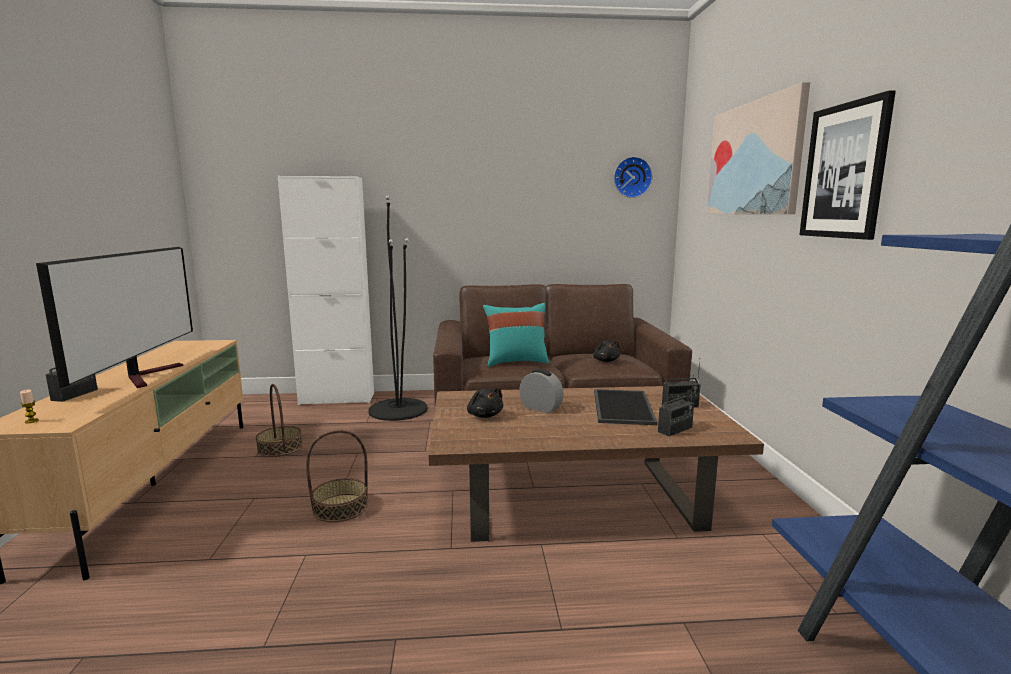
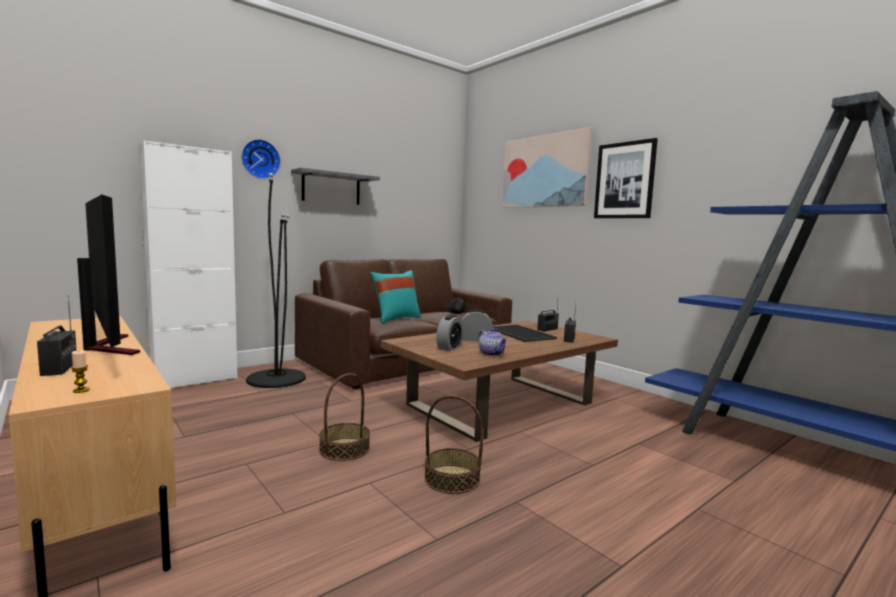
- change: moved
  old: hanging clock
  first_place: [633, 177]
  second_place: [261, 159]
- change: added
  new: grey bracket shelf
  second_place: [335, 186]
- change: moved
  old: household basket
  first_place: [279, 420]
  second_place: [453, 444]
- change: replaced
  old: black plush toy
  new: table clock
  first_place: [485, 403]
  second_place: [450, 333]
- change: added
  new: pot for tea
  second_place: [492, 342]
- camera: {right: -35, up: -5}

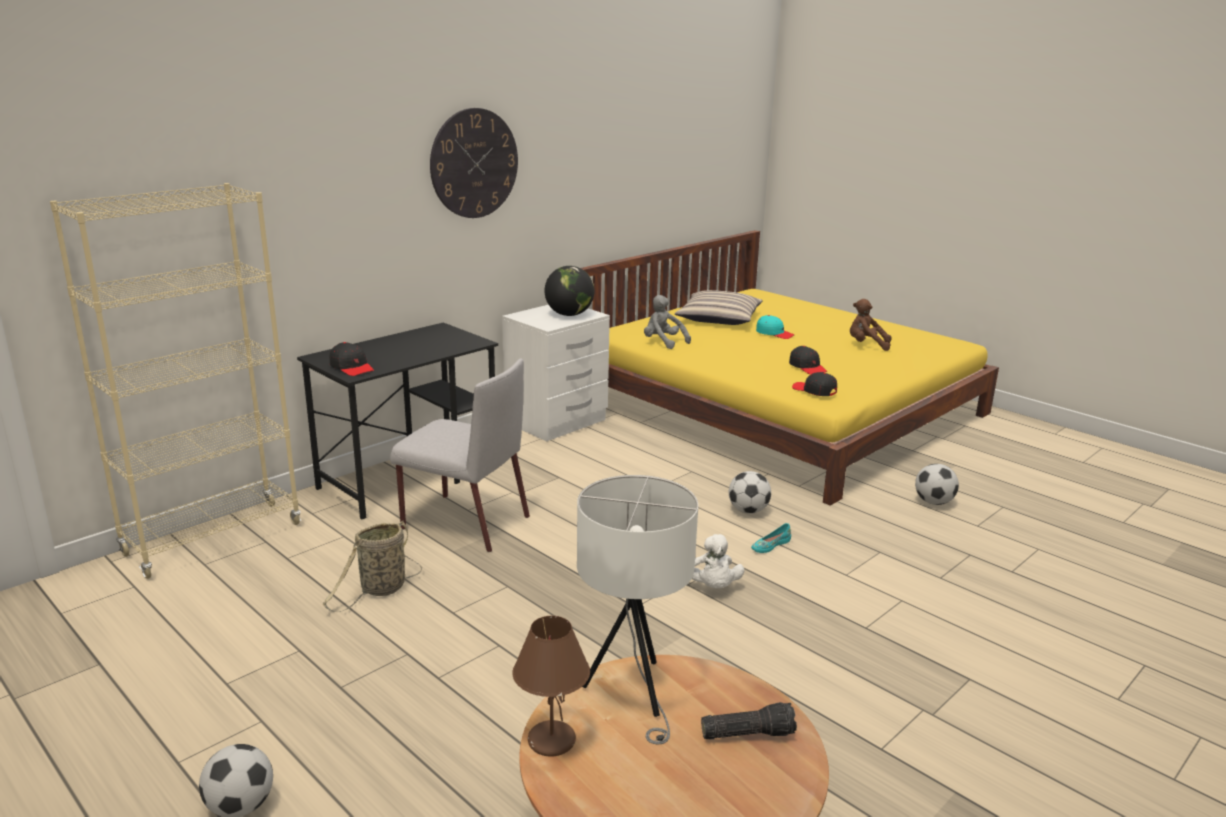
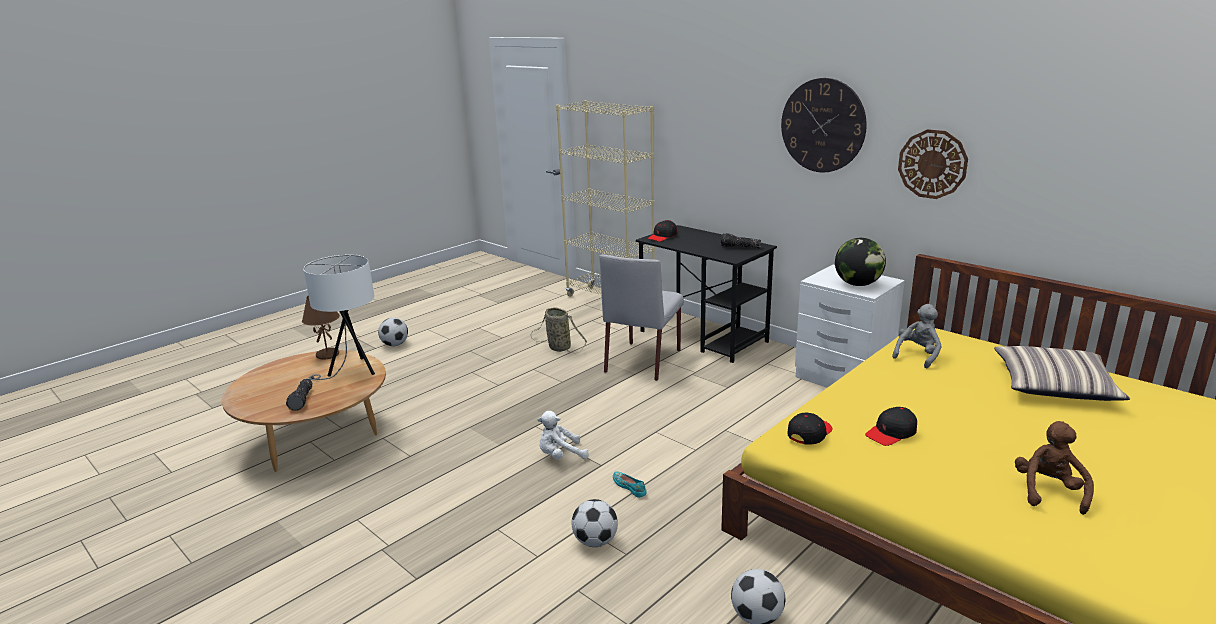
- change: moved
  old: football
  first_place: [750, 492]
  second_place: [595, 523]
- change: added
  new: torch
  second_place: [741, 241]
- change: added
  new: hanging clock
  second_place: [933, 164]
- change: removed
  old: turquoise-coloured baseball cap
  first_place: [775, 327]
- camera: {right: 90, up: 0}

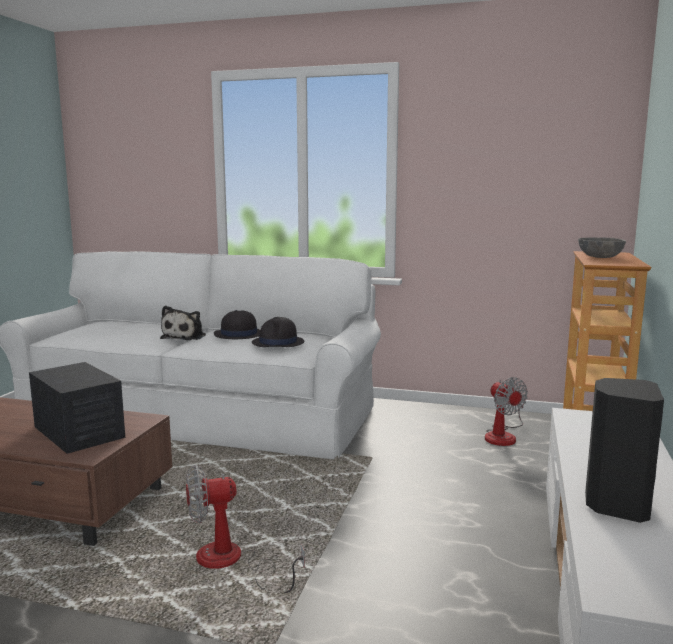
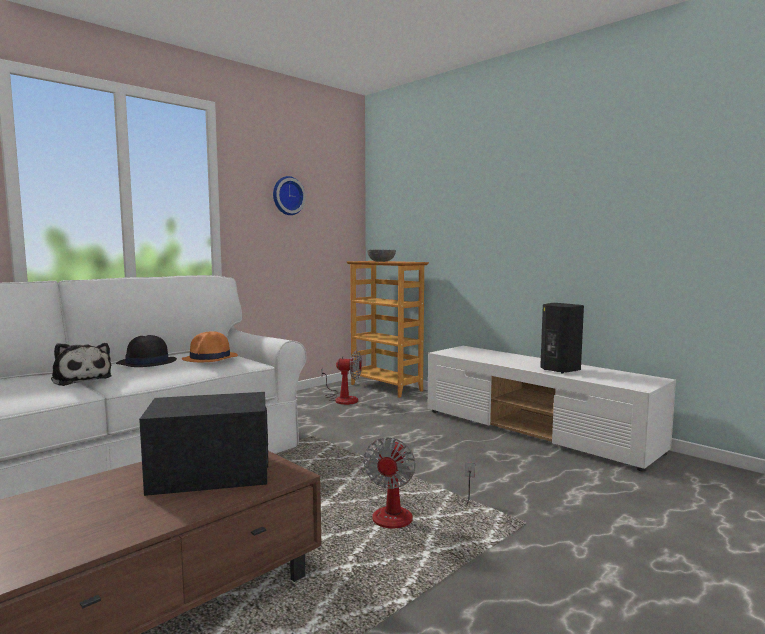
- change: recoloured
  old: black clothing hat
  new: orange clothing hat
  first_place: [278, 332]
  second_place: [210, 346]
- change: added
  new: hanging clock
  second_place: [289, 195]
- camera: {right: -60, up: -5}

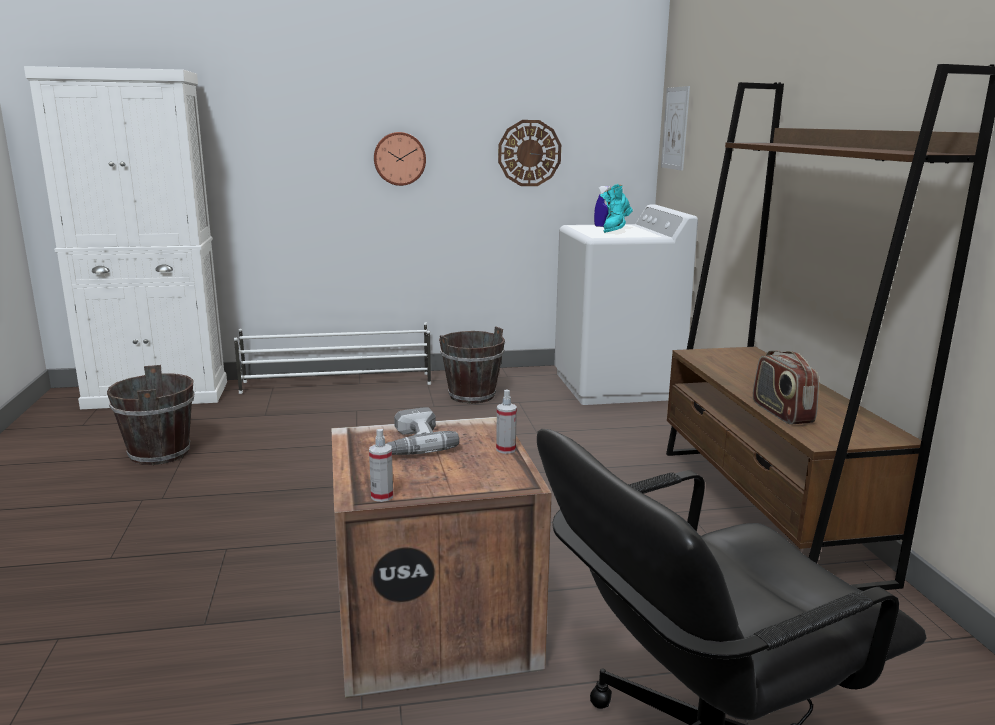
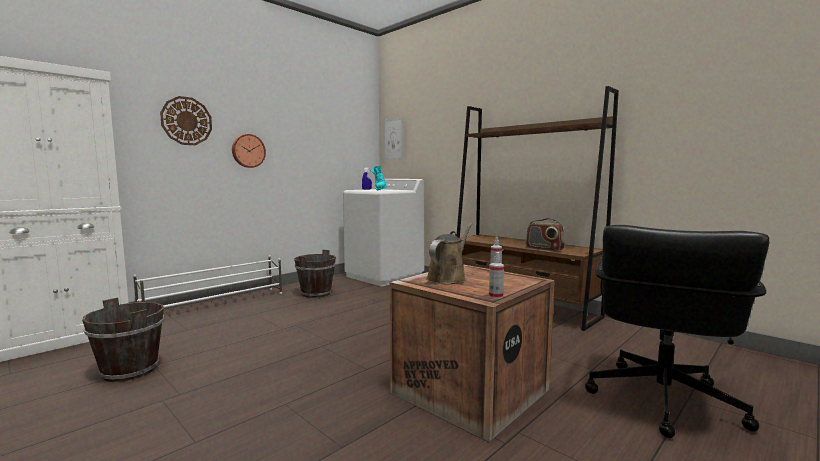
- change: moved
  old: hanging clock
  first_place: [529, 153]
  second_place: [186, 120]
- change: replaced
  old: power drill
  new: brownish watering can
  first_place: [422, 431]
  second_place: [449, 254]
- camera: {right: -35, up: -10}

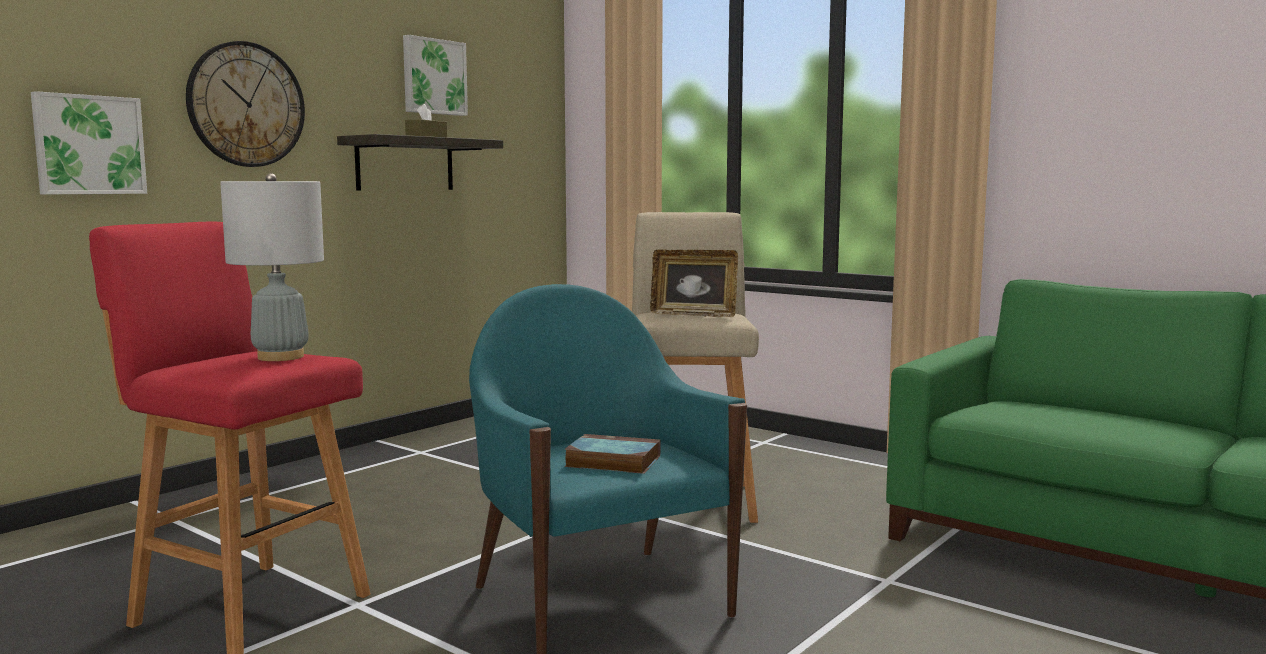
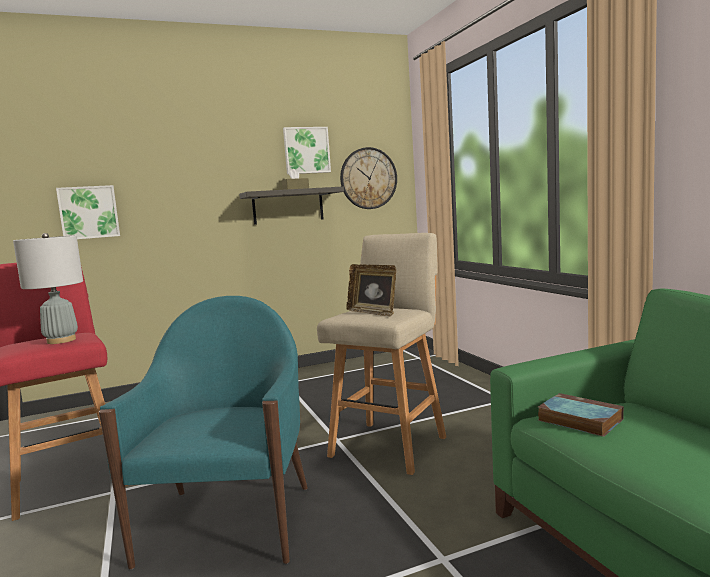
- change: moved
  old: hanging clock
  first_place: [245, 104]
  second_place: [368, 178]
- change: moved
  old: volume
  first_place: [612, 454]
  second_place: [581, 415]
- camera: {right: 30, up: 0}

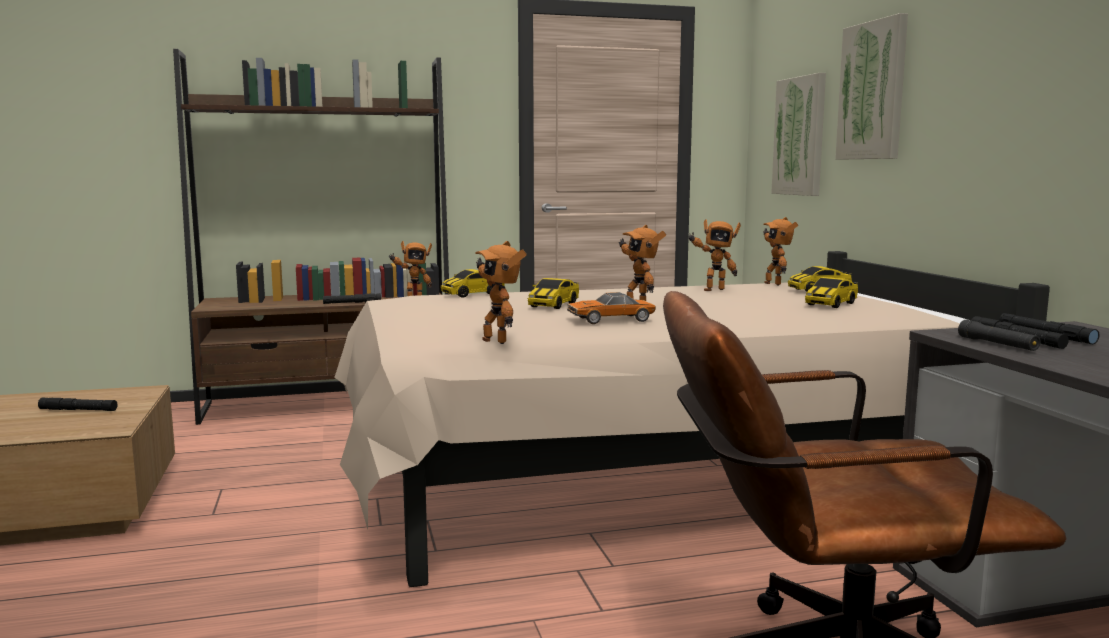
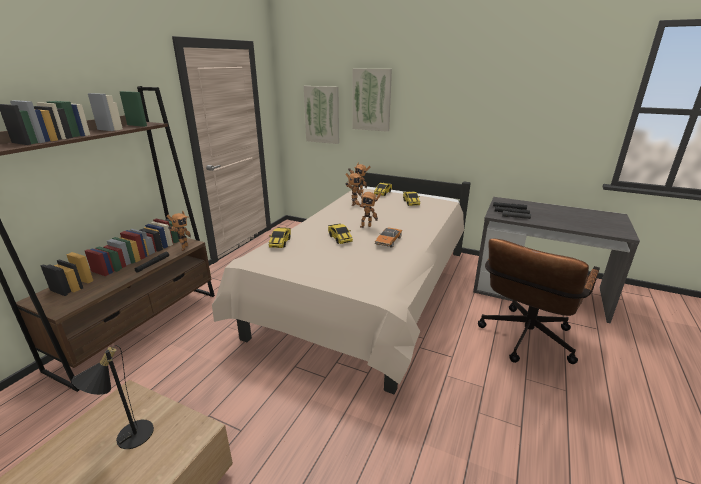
- change: replaced
  old: black torch
  new: black tabletop lamp
  first_place: [77, 404]
  second_place: [113, 397]
- change: removed
  old: robot figure
  first_place: [500, 292]
- camera: {right: -50, up: 15}

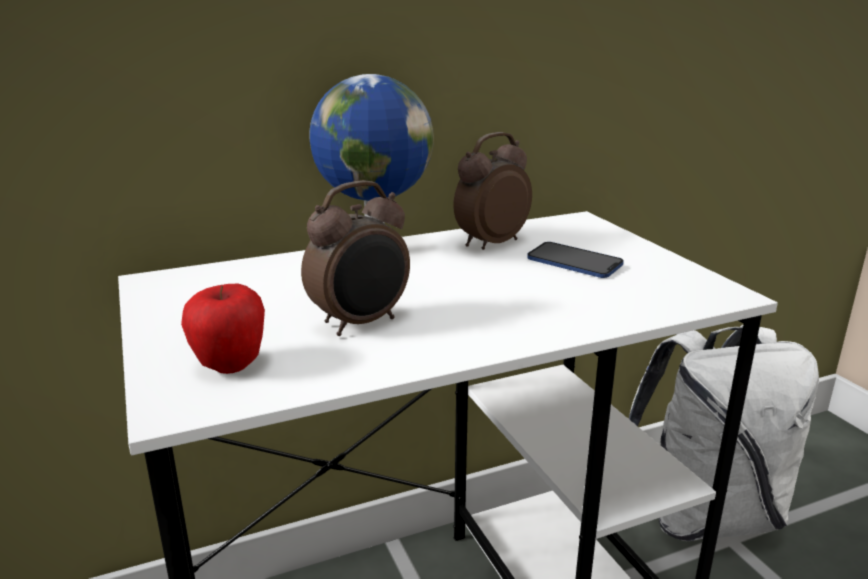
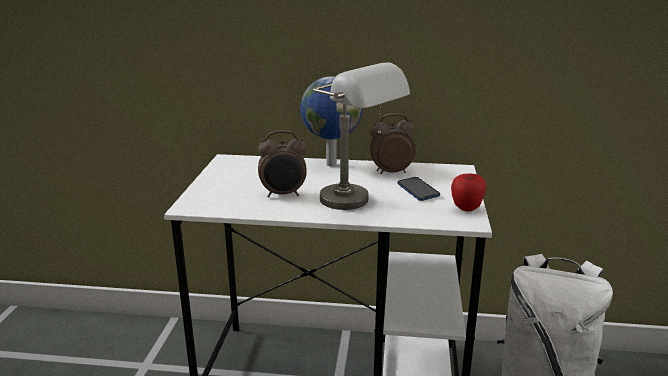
- change: added
  new: grey tabletop lamp
  second_place: [361, 136]
- change: moved
  old: whole apple
  first_place: [223, 329]
  second_place: [468, 193]
- camera: {right: 30, up: 0}

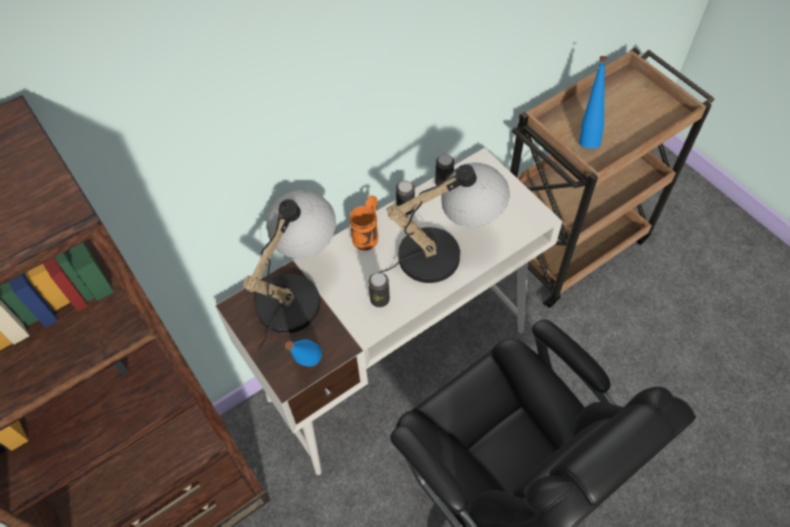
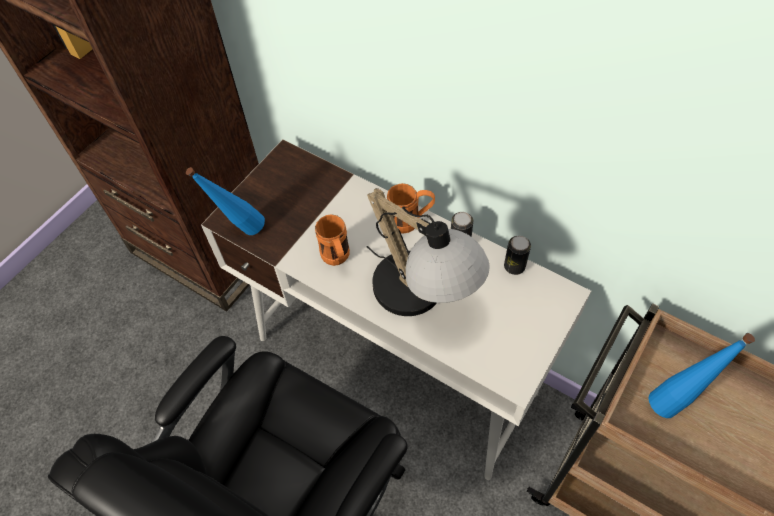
- change: replaced
  old: metal can
  new: orange tea mug
  first_place: [379, 289]
  second_place: [332, 240]
- change: removed
  old: tabletop lamp
  first_place: [289, 270]
- camera: {right: 70, up: 0}

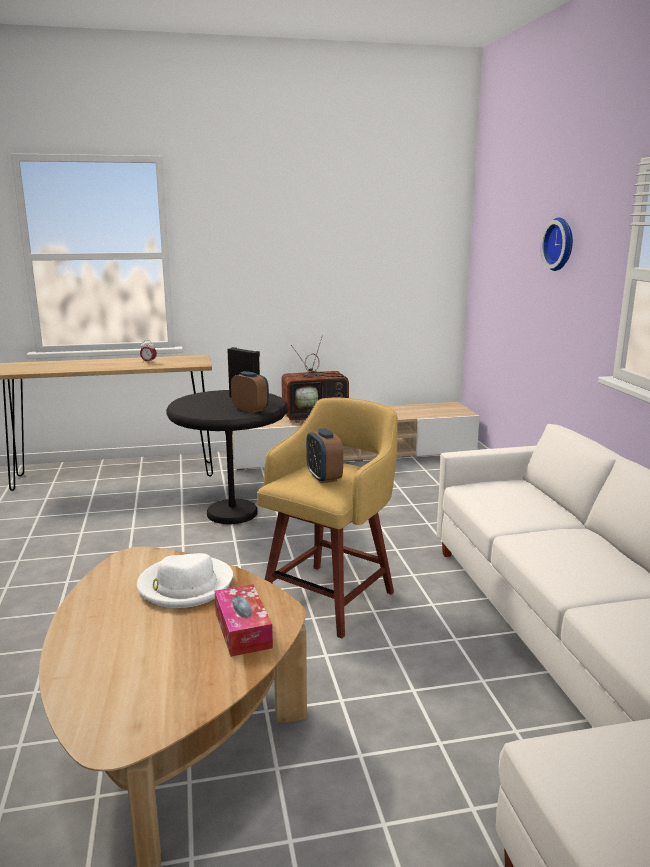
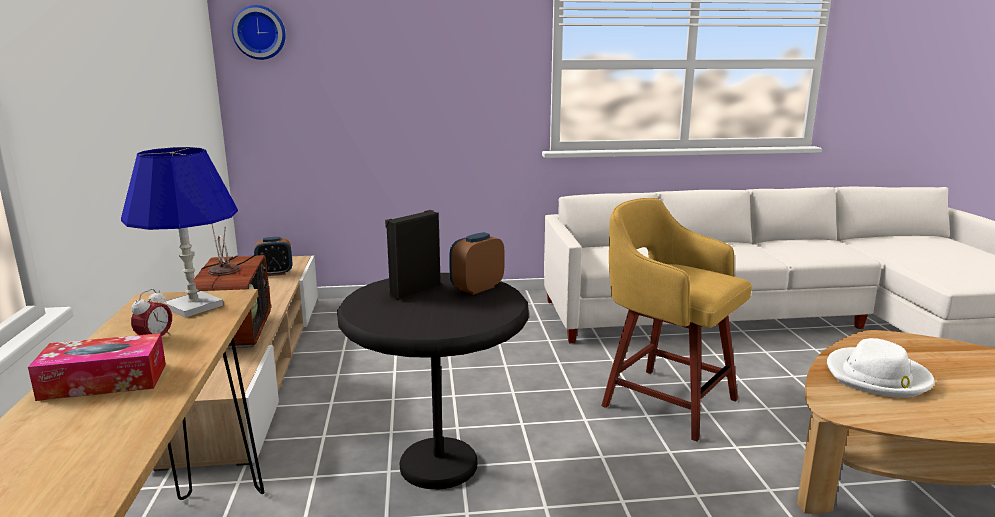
- change: moved
  old: tissue holder
  first_place: [244, 620]
  second_place: [97, 367]
- change: added
  new: bluish tabletop lamp
  second_place: [179, 232]
- change: moved
  old: hanging clock
  first_place: [557, 244]
  second_place: [259, 32]
- change: moved
  old: table clock
  first_place: [324, 455]
  second_place: [273, 256]
- camera: {right: -85, up: 0}

